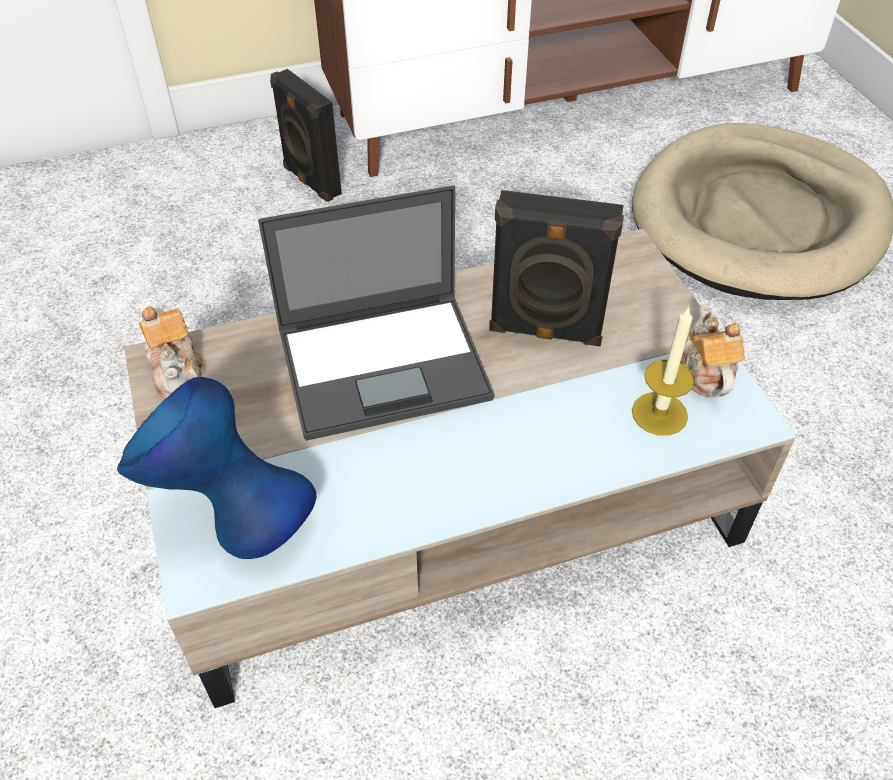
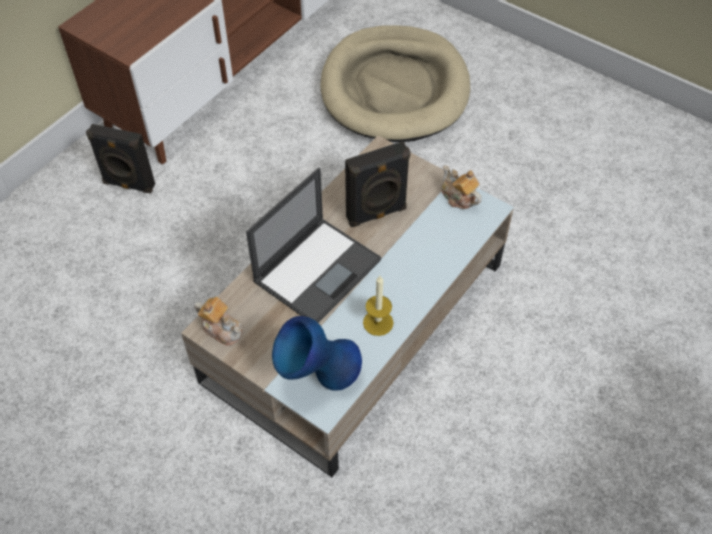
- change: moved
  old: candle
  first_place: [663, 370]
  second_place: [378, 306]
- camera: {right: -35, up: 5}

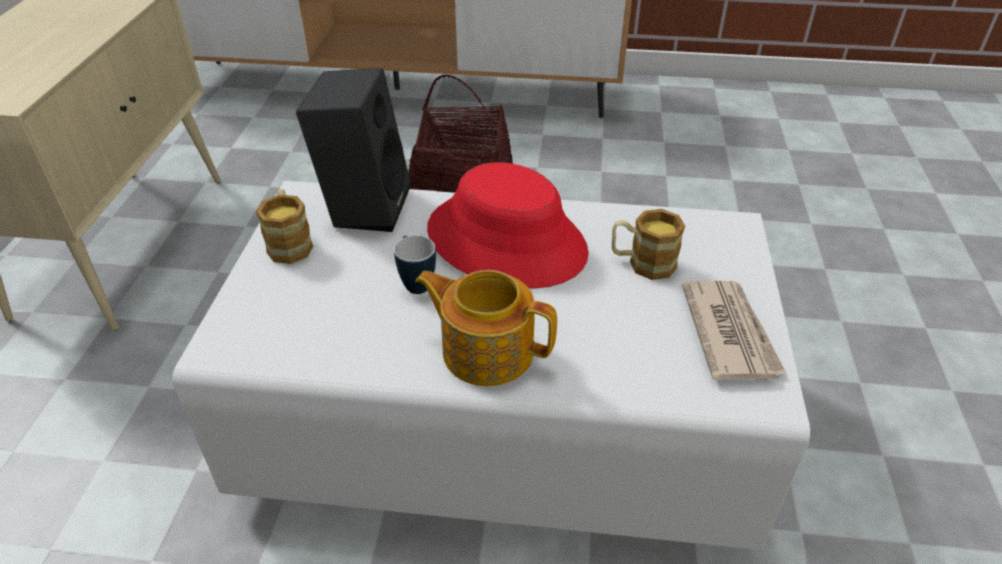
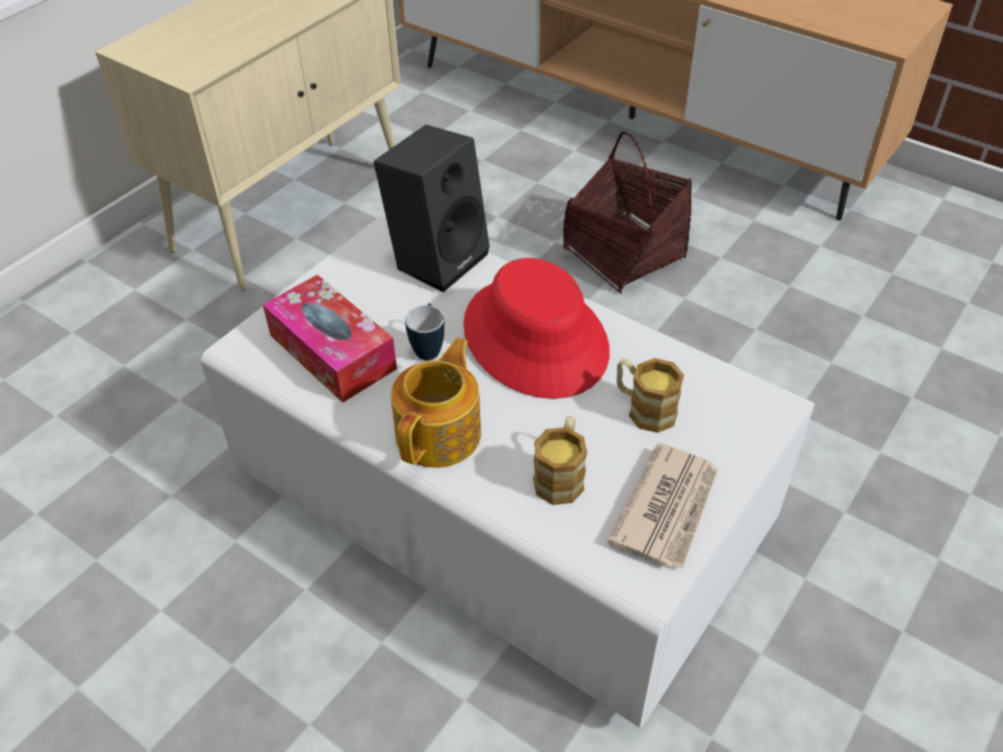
- change: added
  new: tissue holder
  second_place: [330, 339]
- change: turned
  old: pot for tea
  first_place: [486, 328]
  second_place: [436, 403]
  degrees: 60
- change: moved
  old: tea mug
  first_place: [284, 226]
  second_place: [560, 460]
- camera: {right: 30, up: 5}

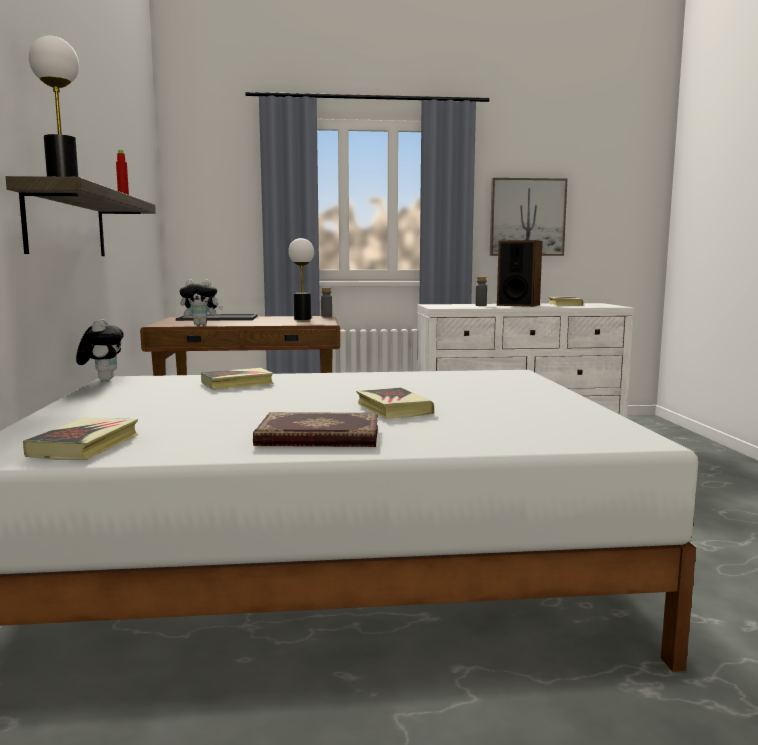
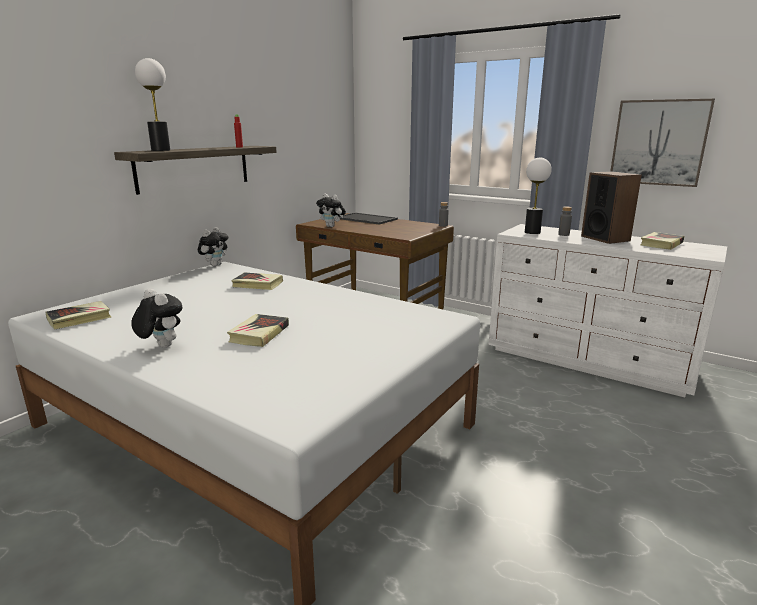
- change: replaced
  old: volume
  new: plush toy
  first_place: [315, 429]
  second_place: [157, 318]
- change: moved
  old: tabletop lamp
  first_place: [301, 279]
  second_place: [538, 196]
- camera: {right: 40, up: 10}

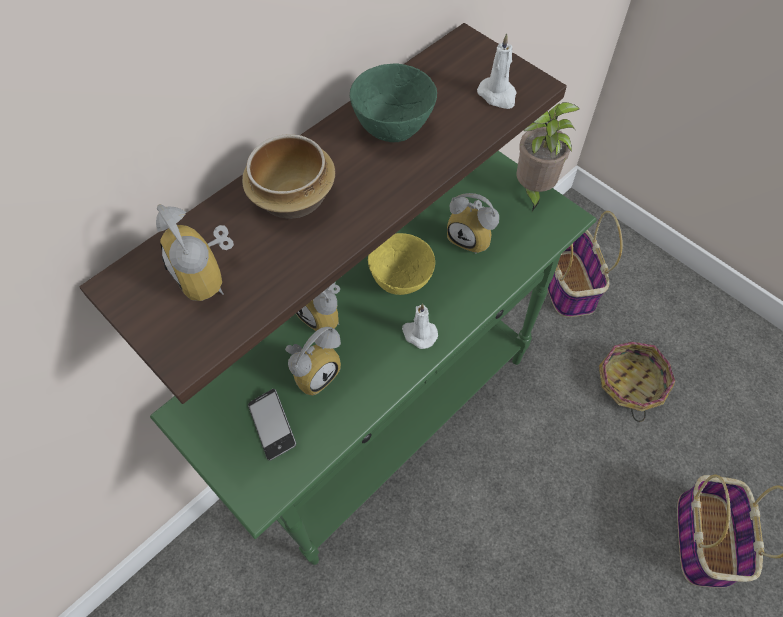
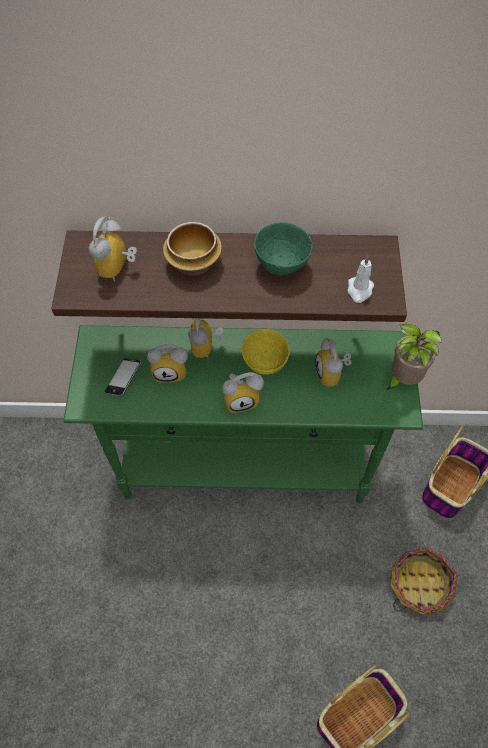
- change: replaced
  old: white candle
  new: table clock
  first_place: [420, 326]
  second_place: [243, 392]
- camera: {right: 45, up: 0}

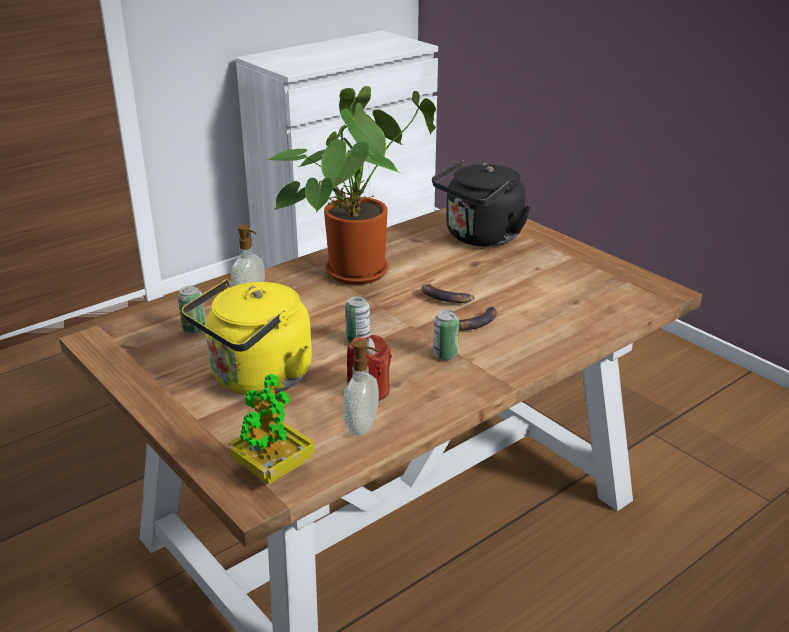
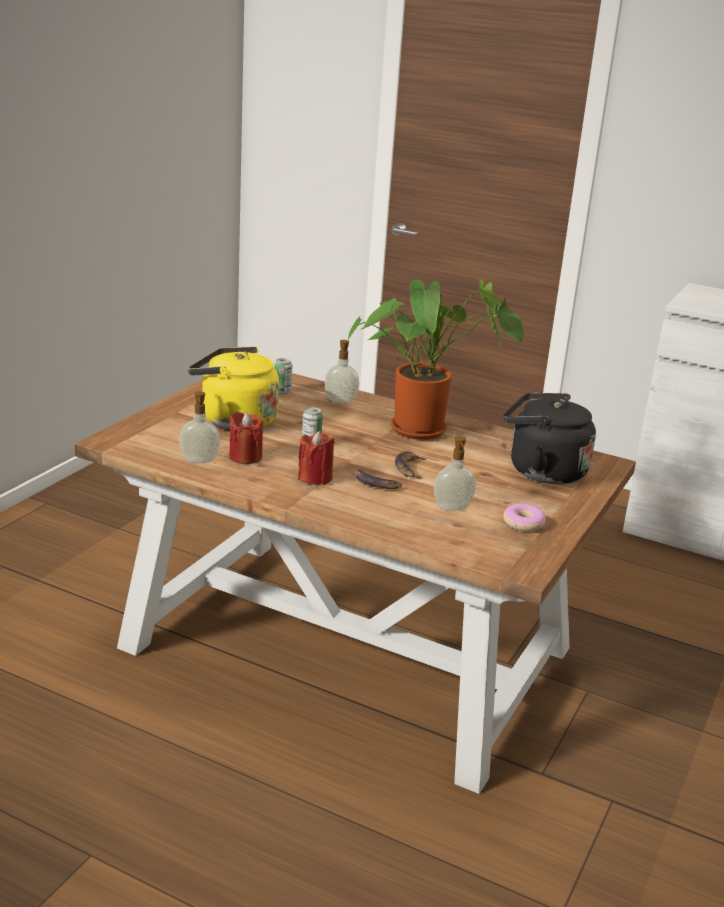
- change: replaced
  old: metal can
  new: red candle
  first_place: [446, 335]
  second_place: [316, 458]
- change: added
  new: soap bottle
  second_place: [455, 473]
- change: added
  new: donut
  second_place: [524, 518]
- change: removed
  old: plant in a pot
  first_place: [271, 429]
- camera: {right: 65, up: -5}

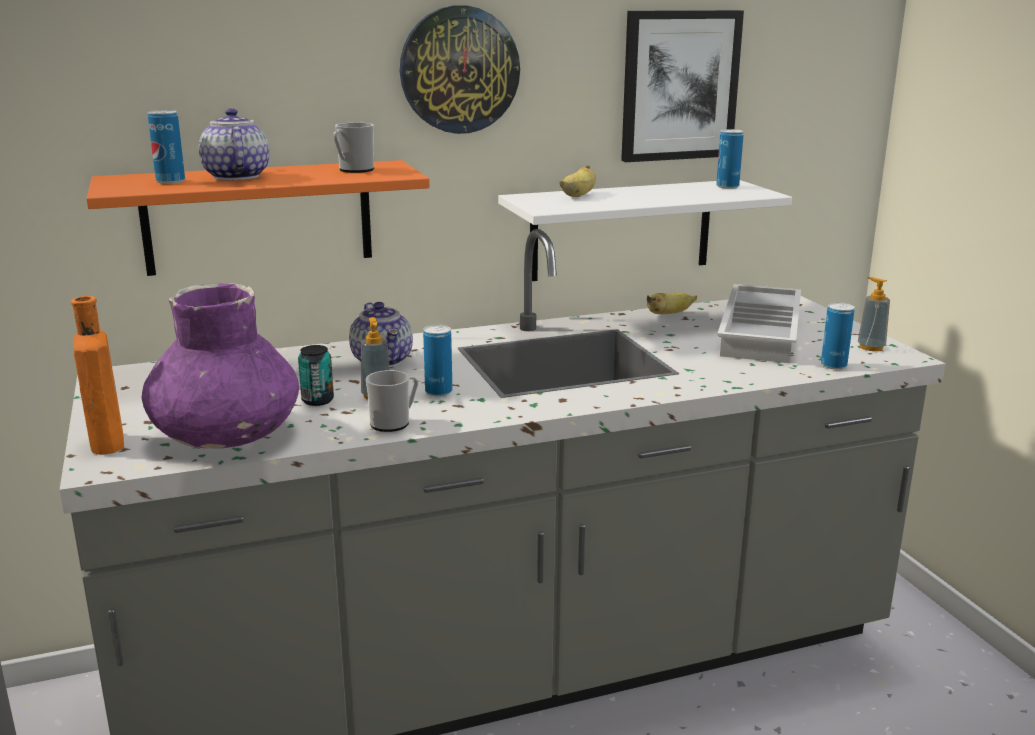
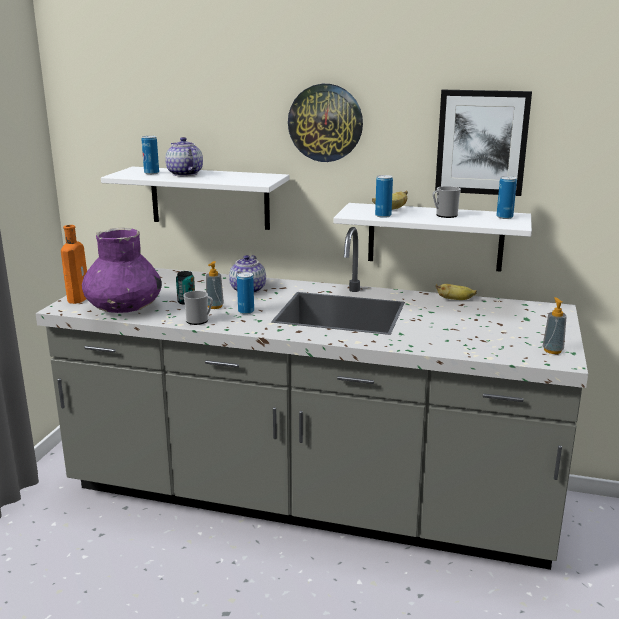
- change: recoloured
  old: orange bracket shelf
  new: white bracket shelf
  first_place: [258, 218]
  second_place: [195, 198]
- change: turned
  old: pot for tea
  first_place: [234, 144]
  second_place: [184, 156]
  degrees: -45
- change: moved
  old: metal can
  first_place: [837, 335]
  second_place: [384, 196]
- change: moved
  old: tea mug
  first_place: [353, 148]
  second_place: [446, 202]
- change: removed
  old: white serving tray
  first_place: [759, 323]
- camera: {right: 35, up: 0}

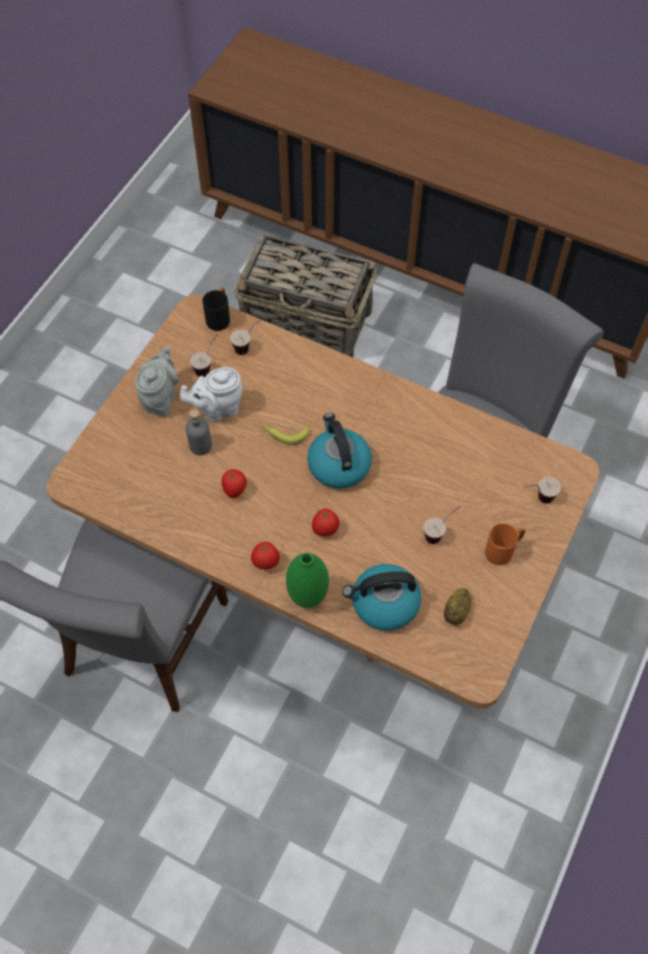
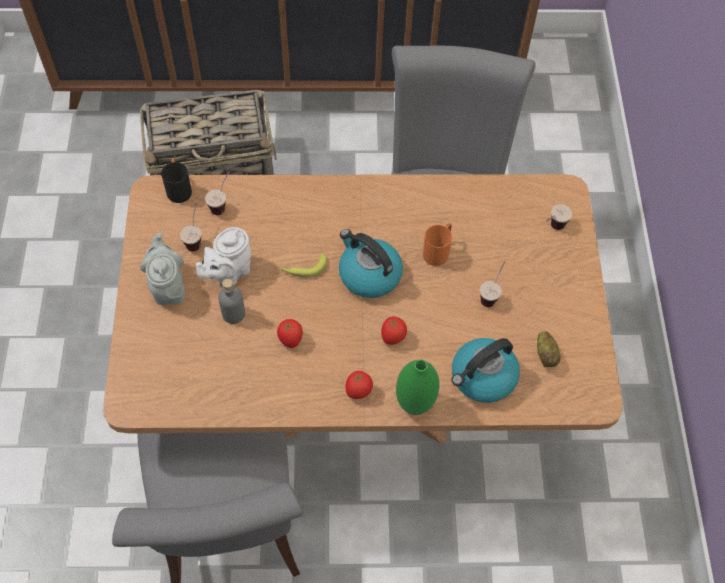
- change: moved
  old: orange tea mug
  first_place: [505, 544]
  second_place: [437, 244]
- camera: {right: -30, up: 0}

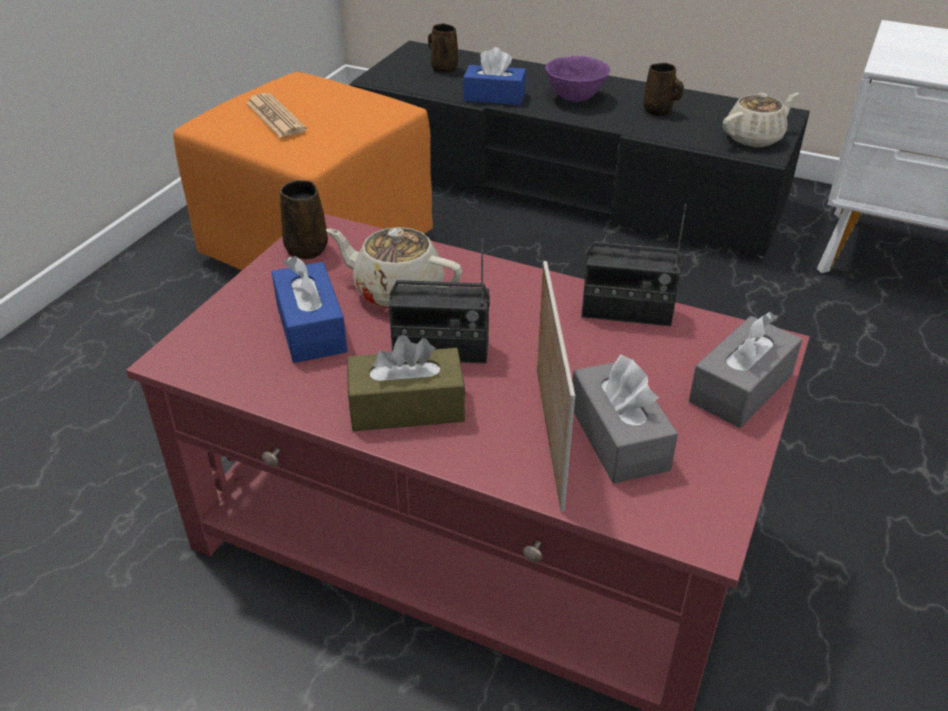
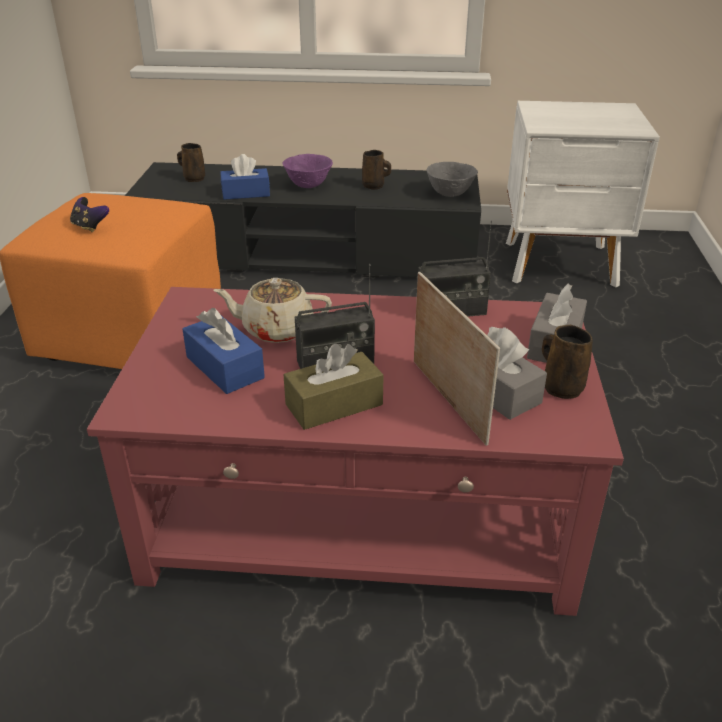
- change: replaced
  old: printed paper
  new: gamepad
  first_place: [276, 115]
  second_place: [89, 214]
- change: replaced
  old: beige pot for tea
  new: grey serving bowl
  first_place: [761, 120]
  second_place: [452, 179]
- change: moved
  old: brownish tea mug
  first_place: [304, 219]
  second_place: [567, 362]
- camera: {right: -20, up: -5}

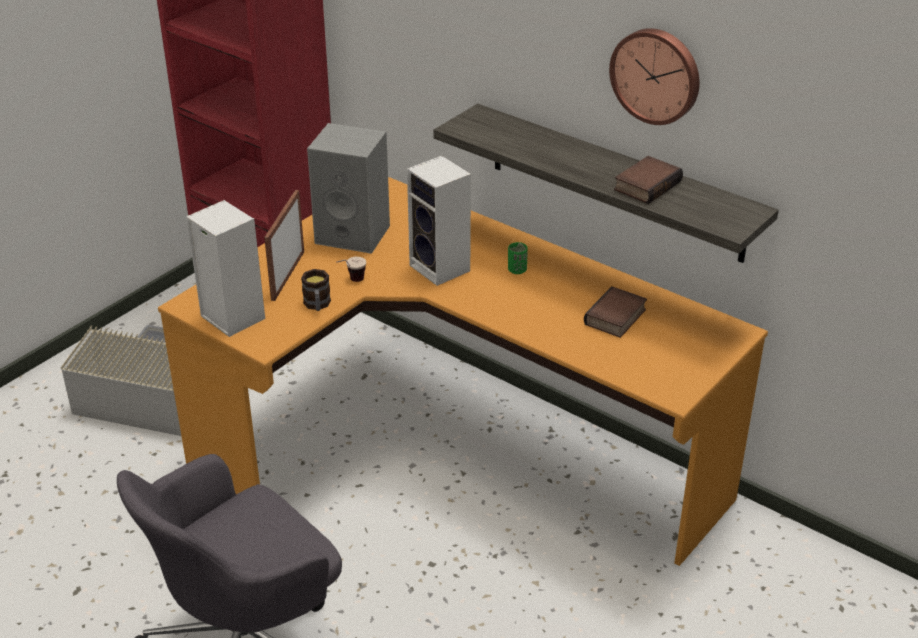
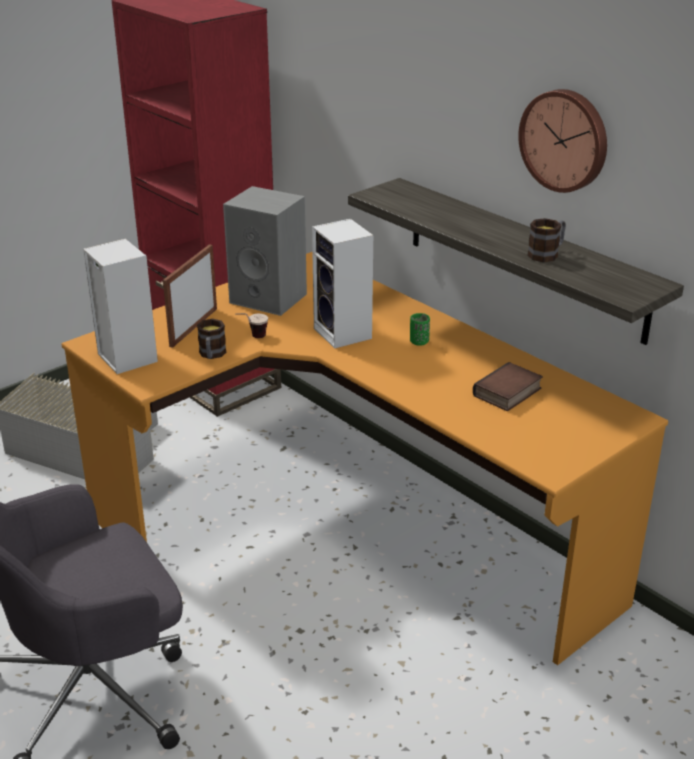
- change: replaced
  old: volume
  new: tea mug
  first_place: [648, 180]
  second_place: [546, 240]
- camera: {right: 10, up: -5}

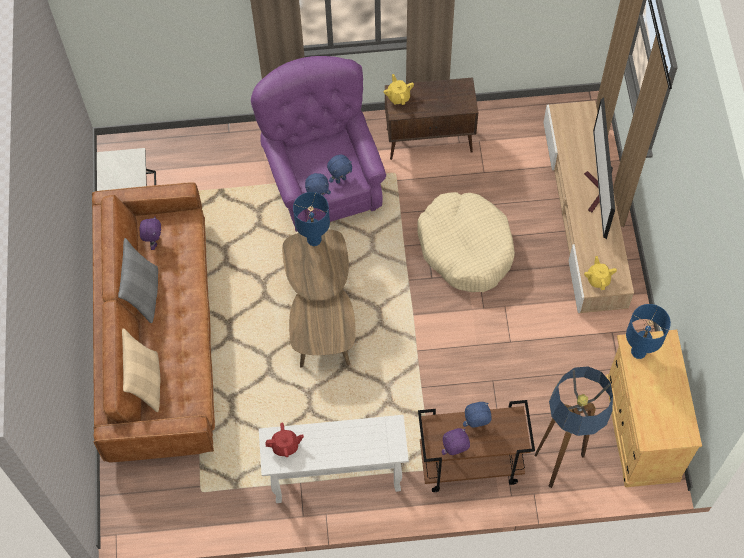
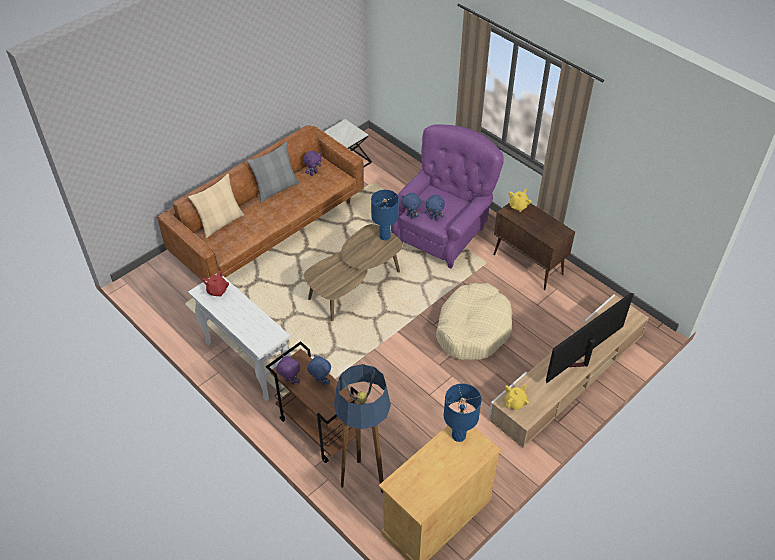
- change: turned
  old: red pot for tea
  first_place: [284, 440]
  second_place: [215, 284]
  degrees: 60
- camera: {right: 50, up: -15}

